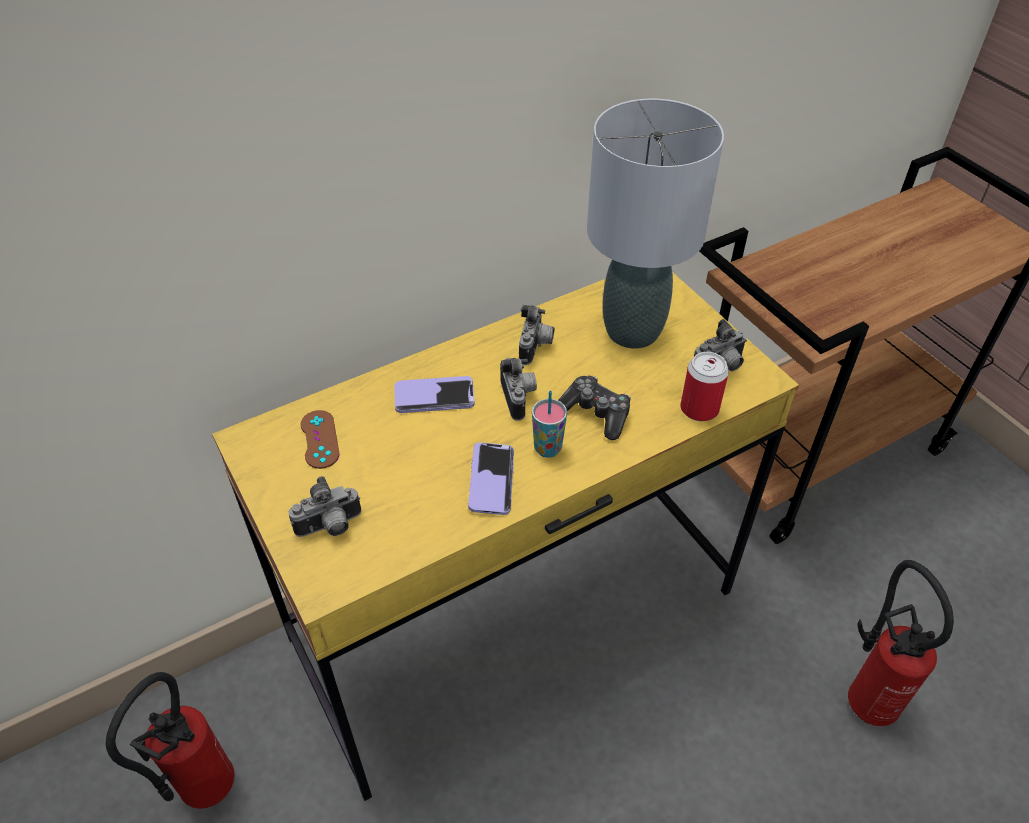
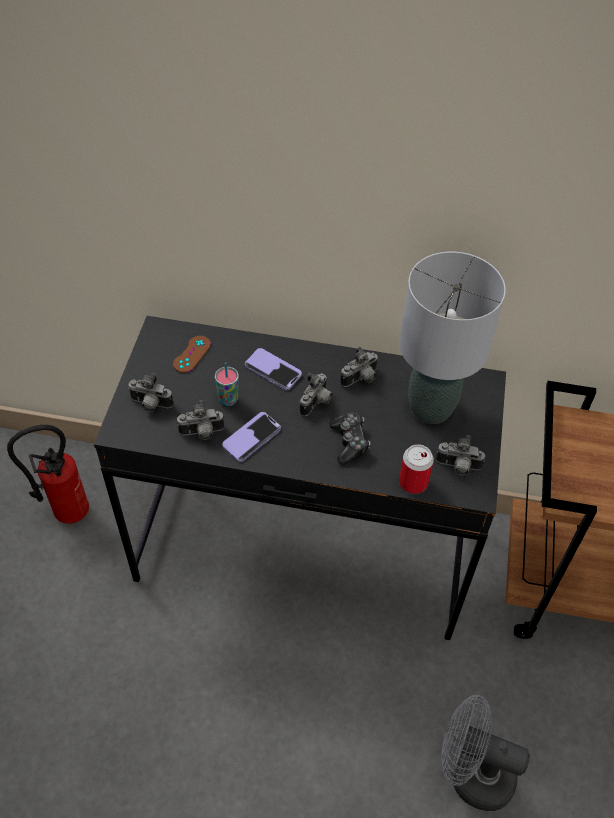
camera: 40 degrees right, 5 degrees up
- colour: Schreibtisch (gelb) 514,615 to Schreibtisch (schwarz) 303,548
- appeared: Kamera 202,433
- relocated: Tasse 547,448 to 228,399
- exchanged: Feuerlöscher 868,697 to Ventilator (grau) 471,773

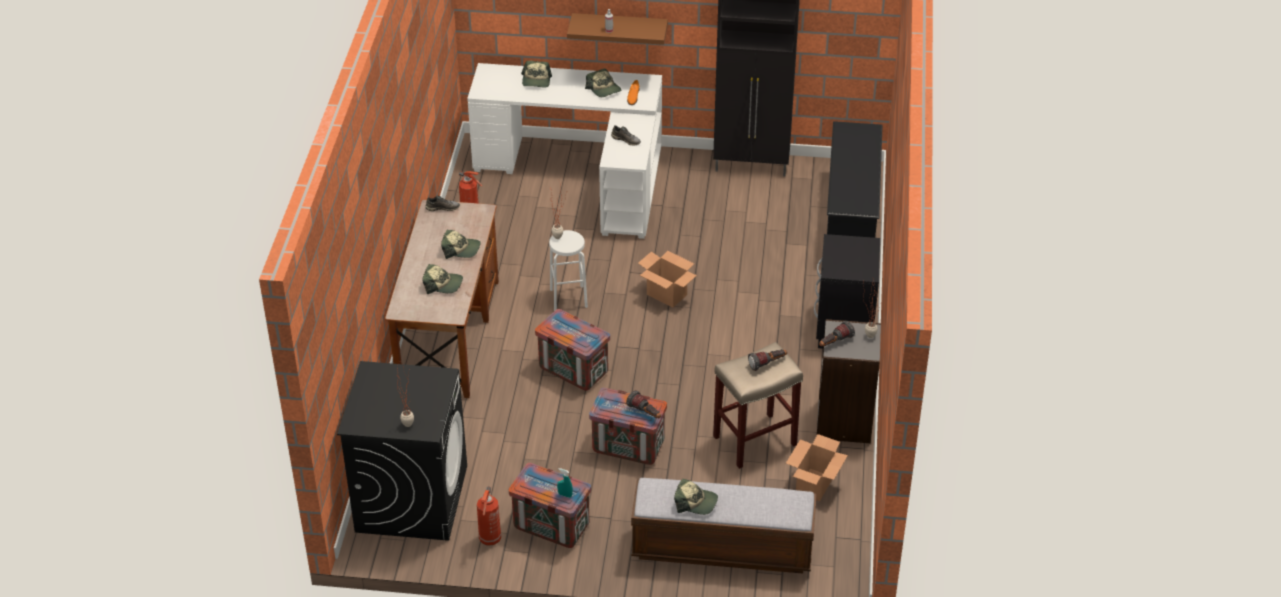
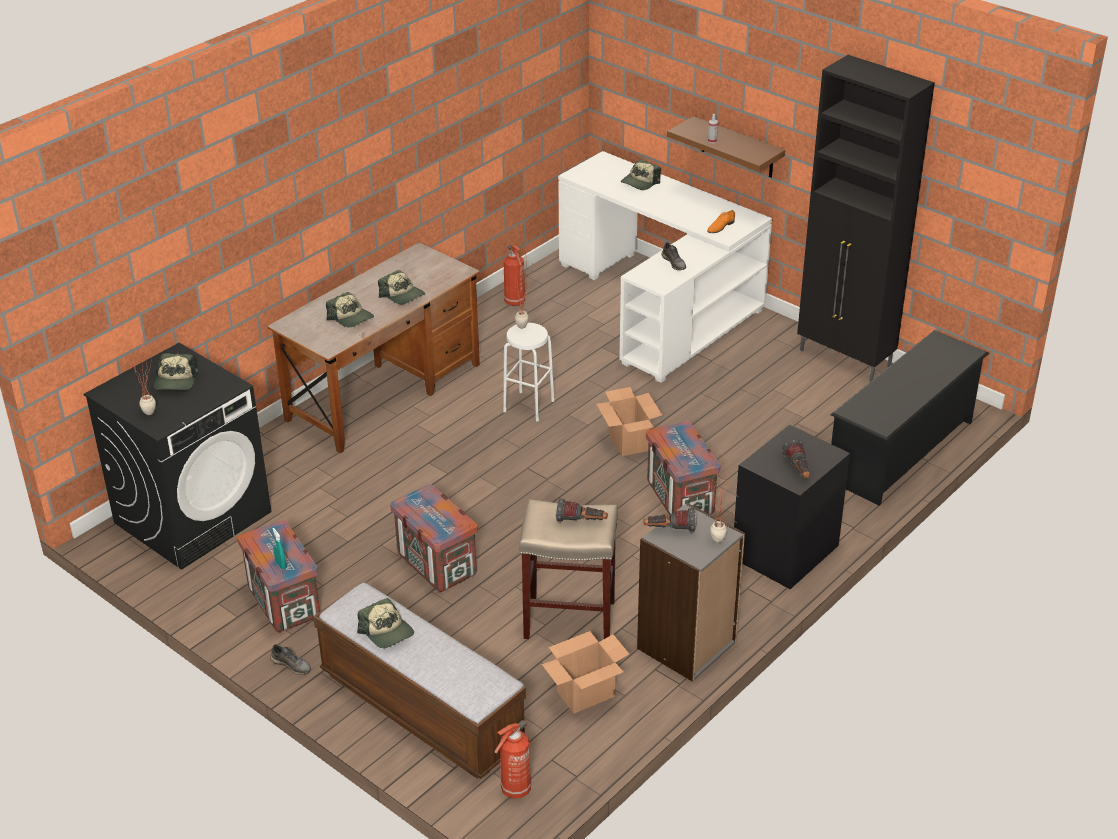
camera: 35 degrees right, 5 degrees down
- relocated: Kappe 604,89 to 175,381
- relocated: Schuh (grau) 443,208 to 291,665
- relocated: Feuerlöscher 490,540 to 514,790
- relocated: Kiste 573,370 to 679,497
- relocated: Taschenlampe 645,413 to 798,470

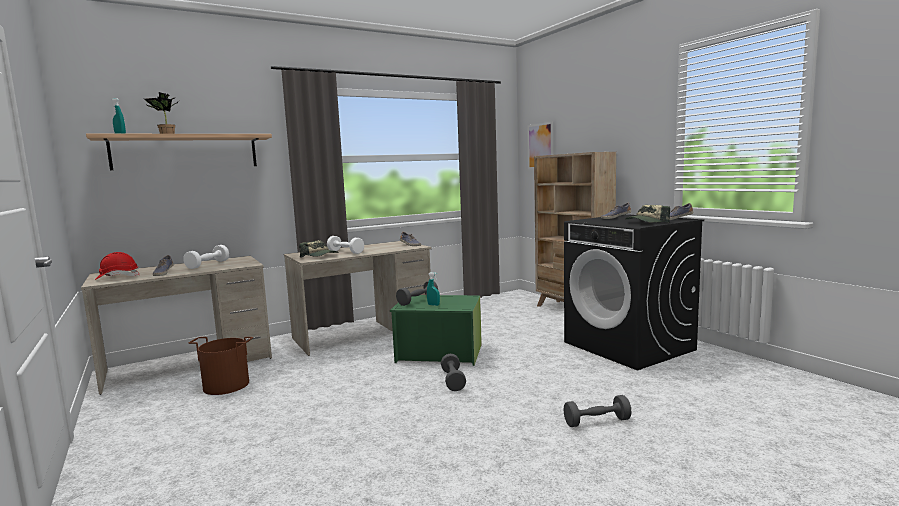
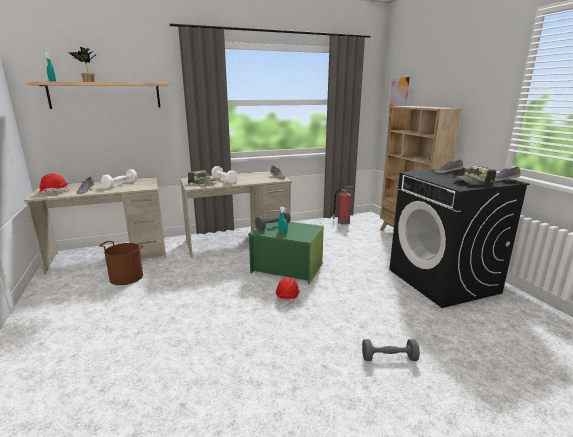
camera: 10 degrees right, 10 degrees up
- exchanged: Hantel (grau) 453,380 to Schutzhelm (rot) 287,296
- appeared: Feuerlöscher 343,222

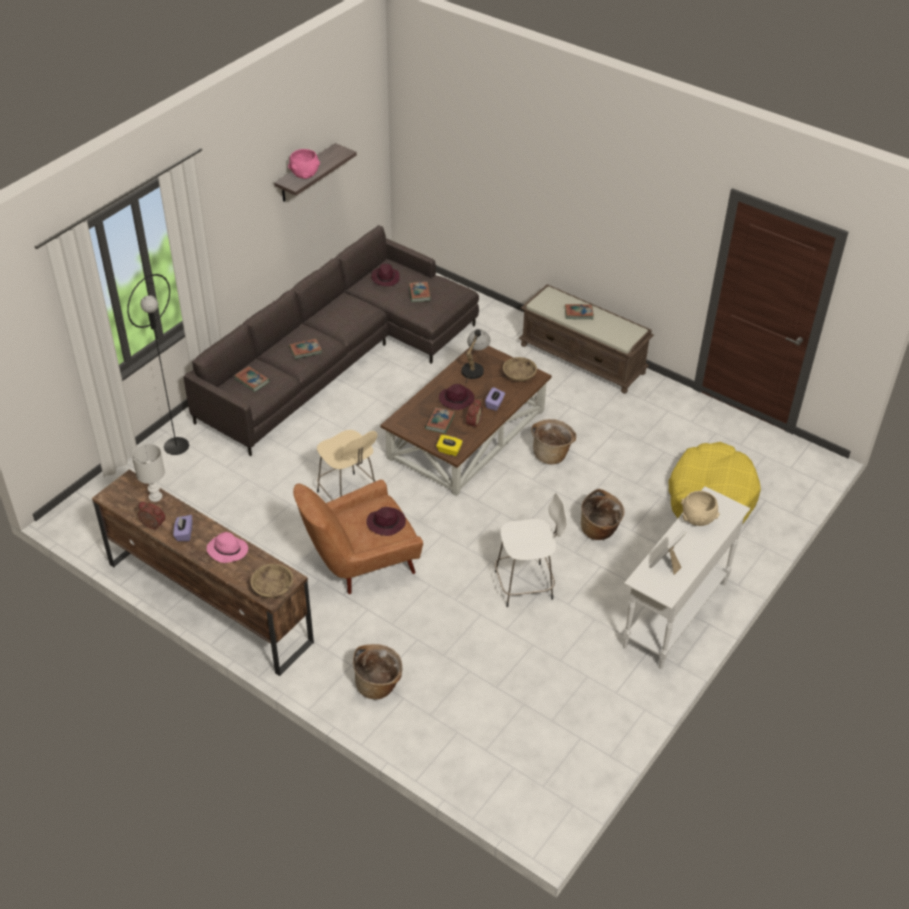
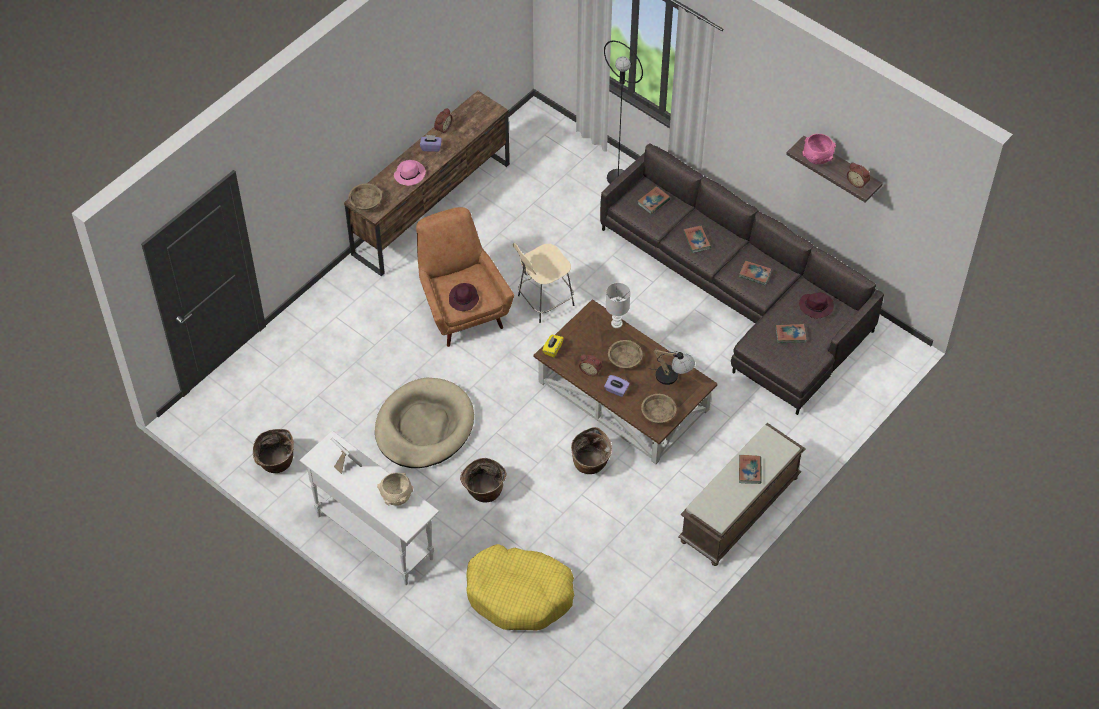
camera: 95 degrees right, 10 degrees up
- relocated: Korb 378,685 to 276,463
- exchanged: Hocker (weiß) 526,585 to Hundebett (beige) 424,426
- relocated: Tischlampe (weiß) 155,497 to 616,323
- exchanged: Hut (lila) 457,399 to Schüssel (beige) 625,360
- relocated: Buch 440,422 to 755,274
- appeared: Wecker 857,182

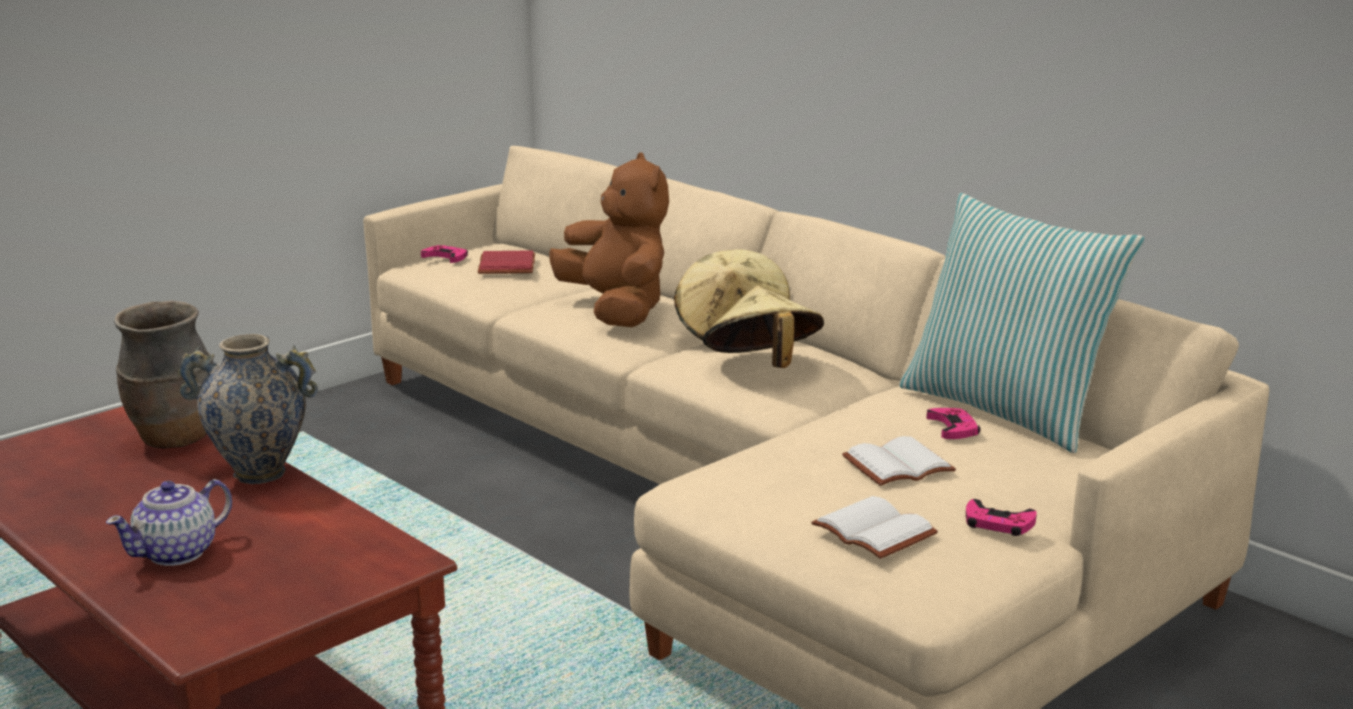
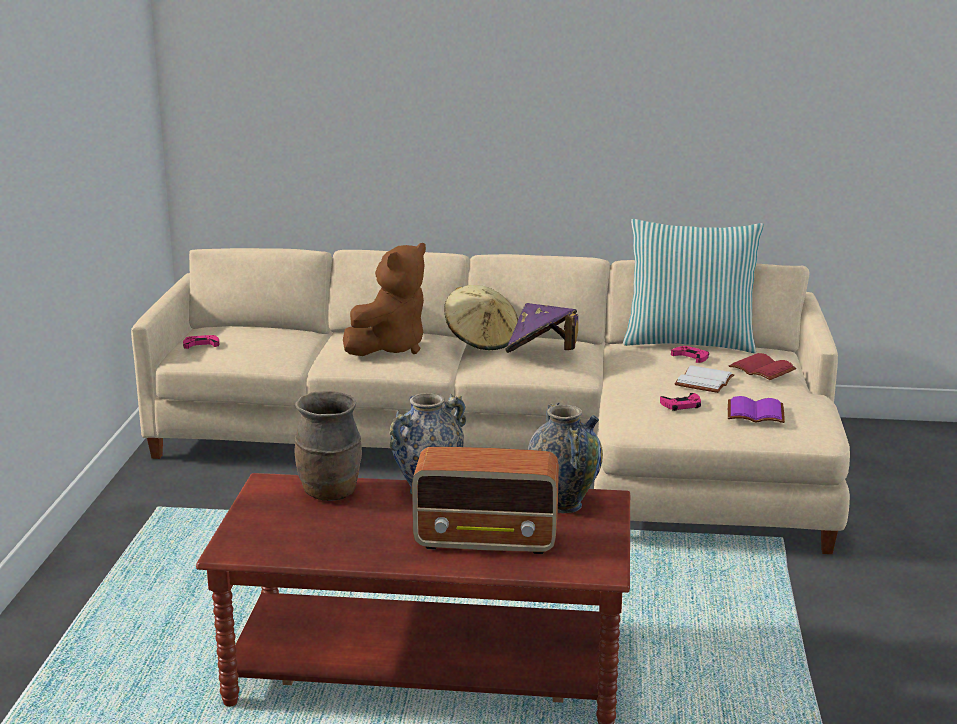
camera: 40 degrees left, 0 degrees up
- spun: Plüschtier (braun) 616,310 = 390,347 105 degrees clockwise
- exchanged: Teekanne 178,553 to Radio 488,541
- colour: Hut (beige) 762,367 to Hut (lila) 541,355
- appeared: Vase 563,504
- relocated: Gamepad (rosa) 998,524 to 681,405
- colour: Buch (weiß) 870,531 to Buch (lila) 754,414
- relocated: Buch (rot) 505,265 to 760,369

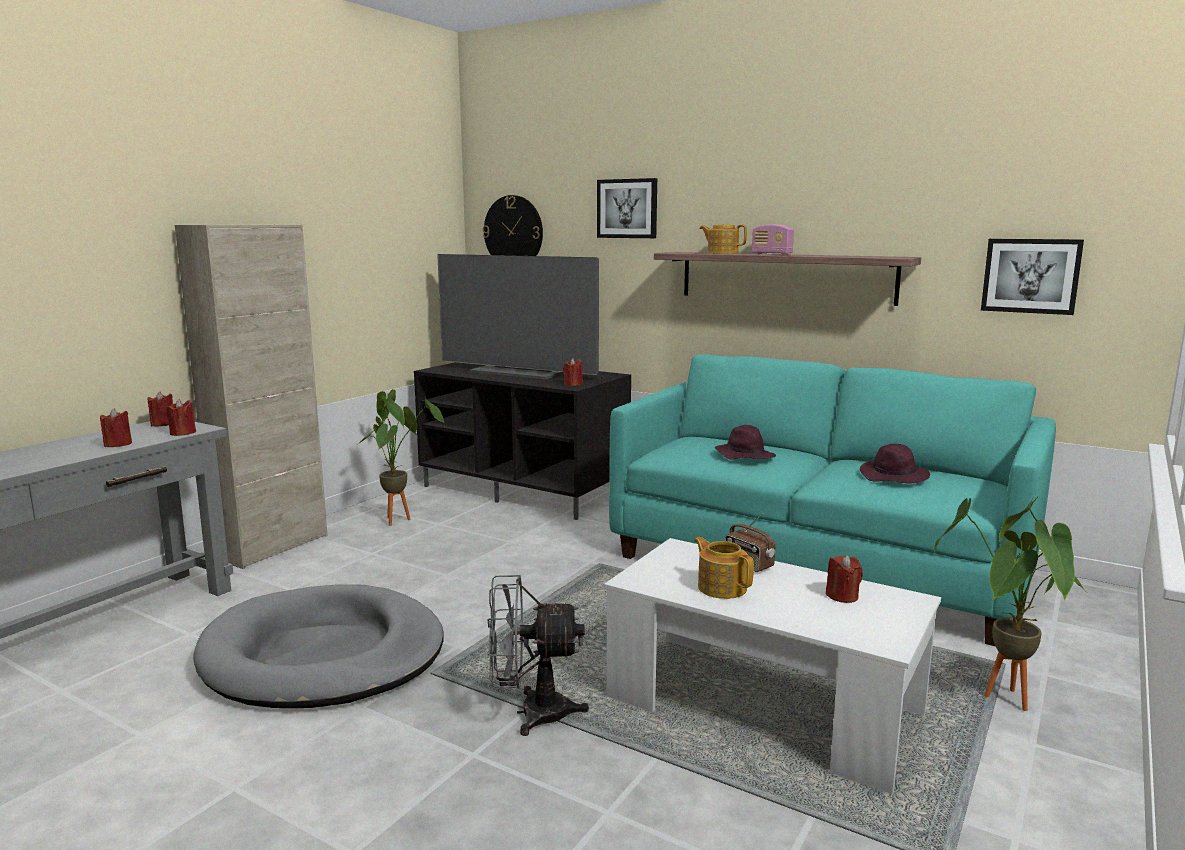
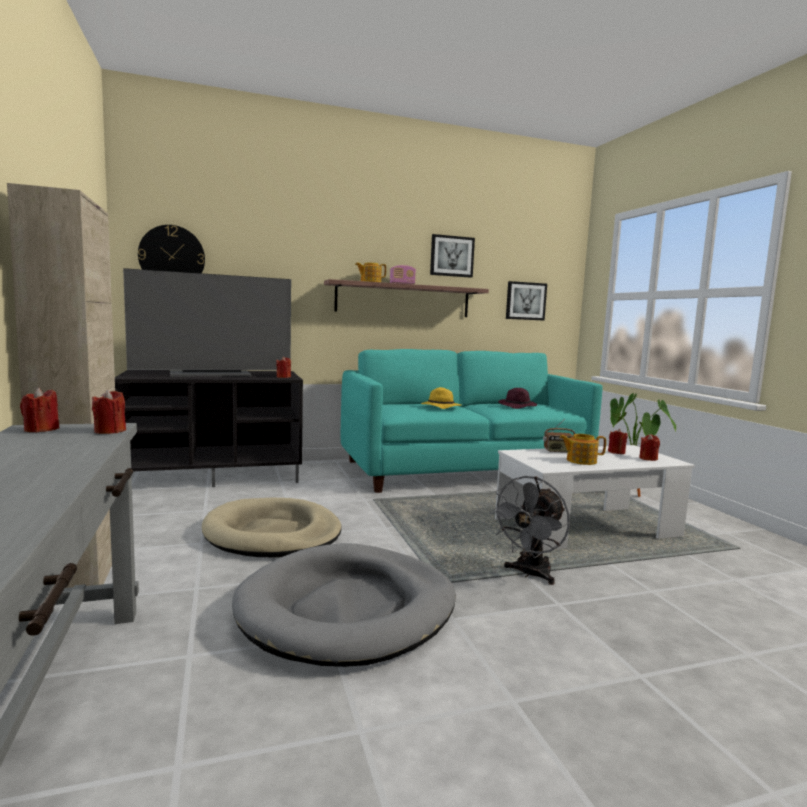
camera: 50 degrees left, 5 degrees down
- appeared: Hundebett (beige) 272,534
- colour: Hut (lila) 744,456 to Hut (gelb) 440,407
- relocated: Bild 627,208 to 451,256
- relocated: Kerze (rot) 118,444 to 648,458
- missing: Topfpflanze 400,519

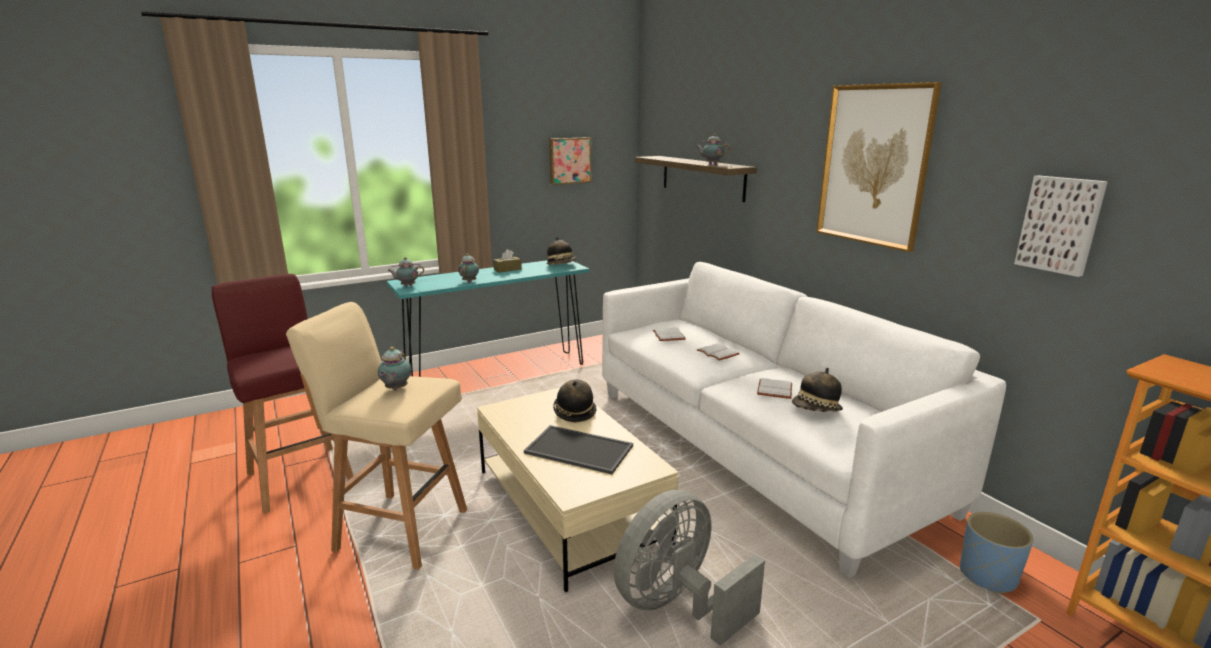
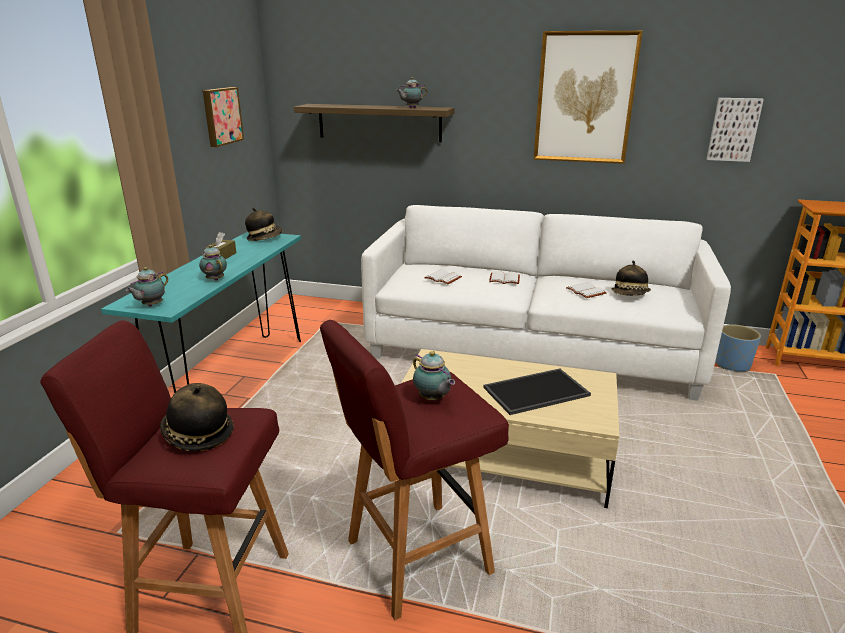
camera: 45 degrees left, 5 degrees up
- relocated: Hut 574,412 to 197,434
- colour: Hocker (beige) 399,528 to Hocker (rot) 415,557
- missing: Ventilator (grau) 677,605

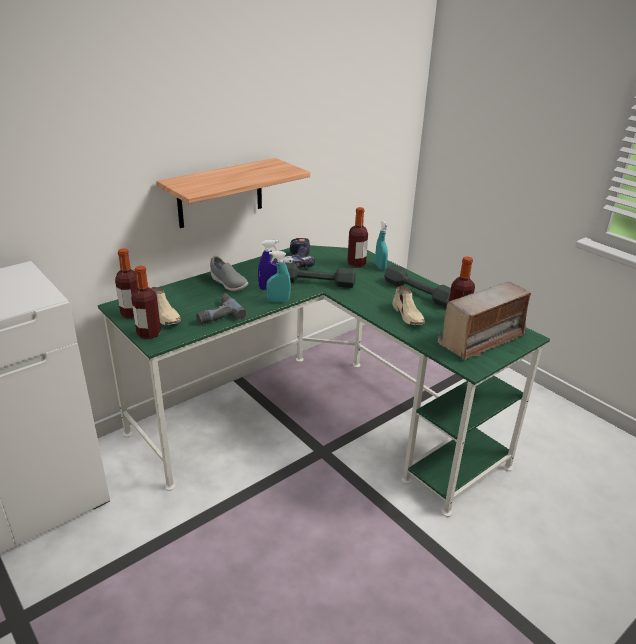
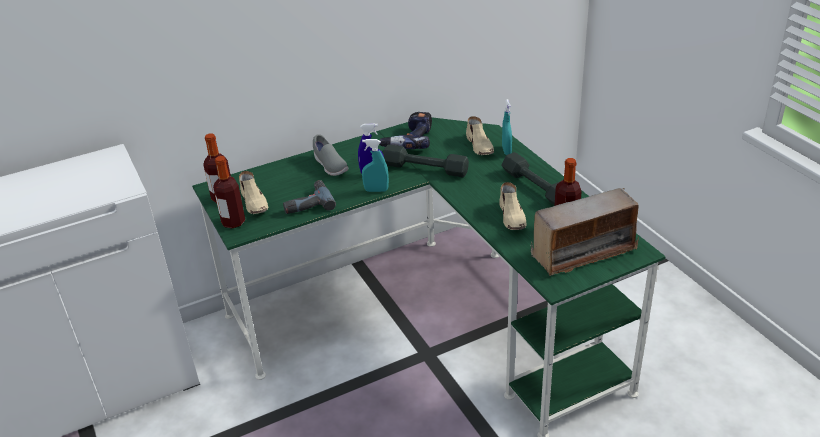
camera: 15 degrees right, 5 degrees up
- exchanged: Flasche 356,264 to Schuh (beige) 480,146
- missing: Wandregal 220,193

